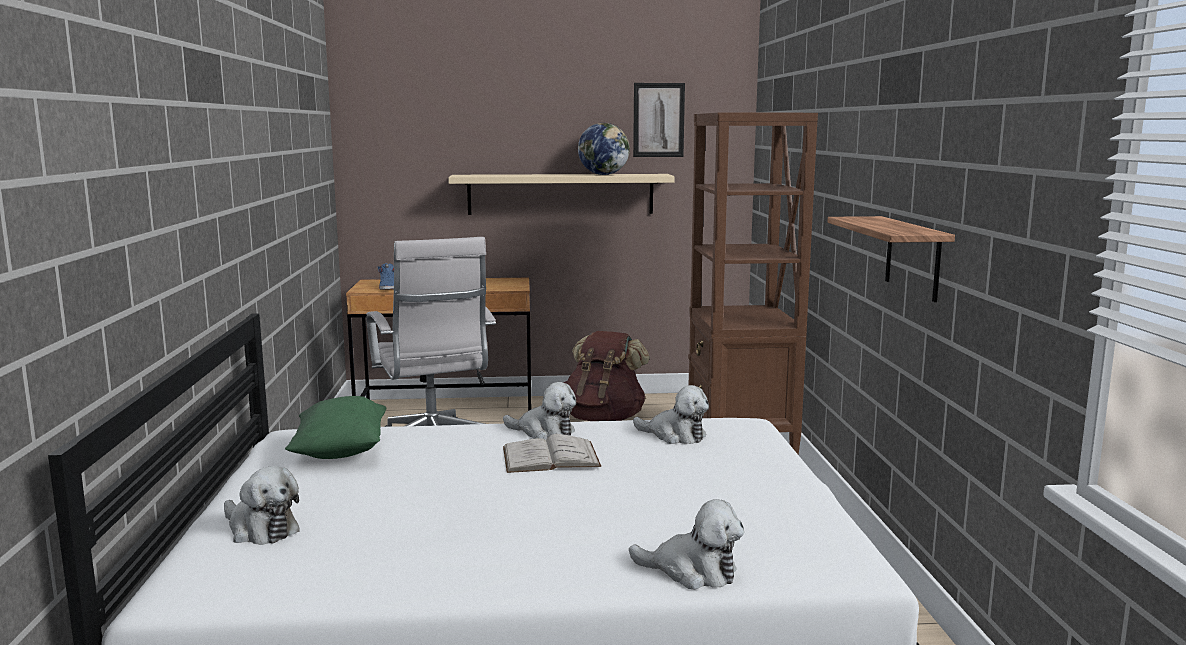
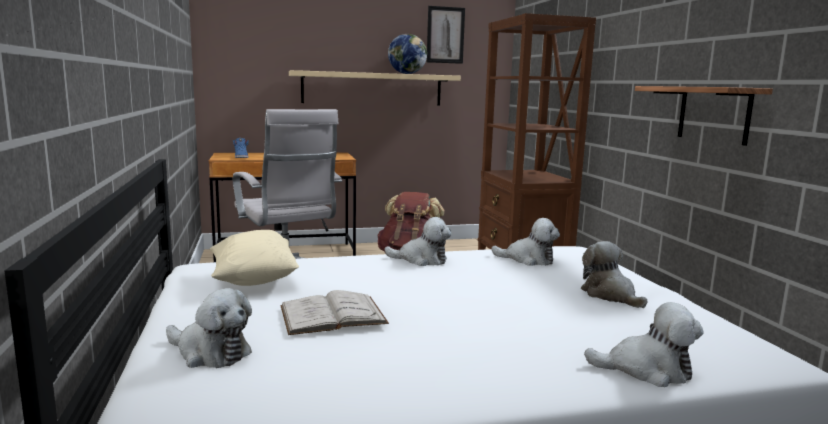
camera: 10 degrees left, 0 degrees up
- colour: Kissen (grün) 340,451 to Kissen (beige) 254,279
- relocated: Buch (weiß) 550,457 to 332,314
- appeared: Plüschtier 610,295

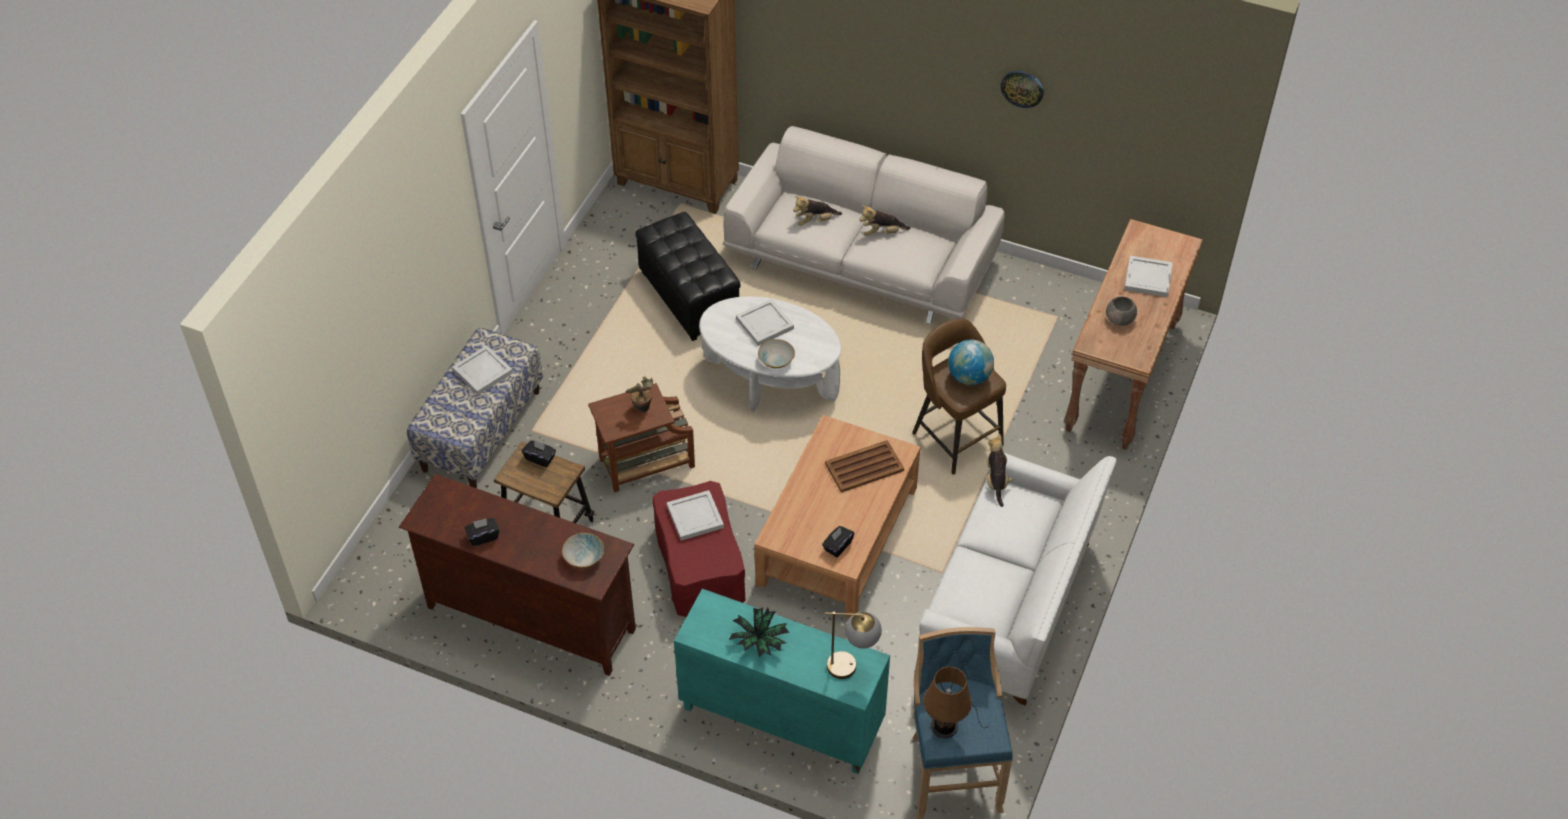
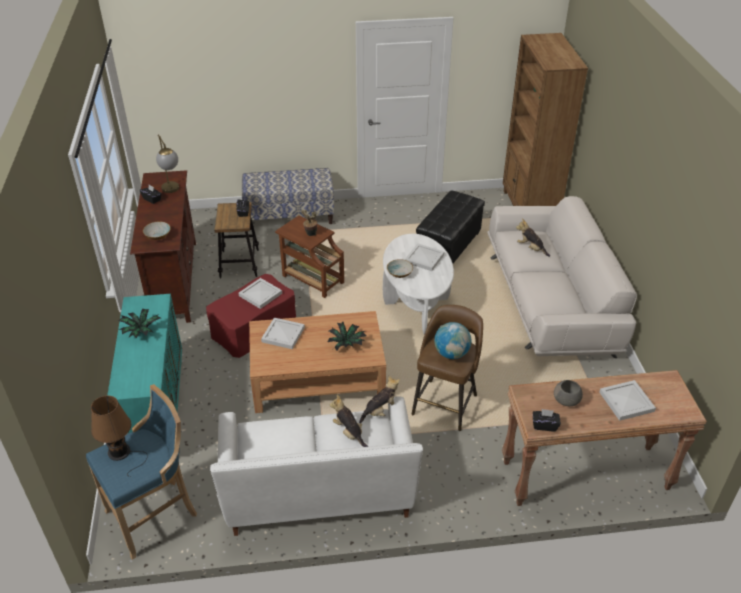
camera: 60 degrees right, 10 degrees down
- relocated: Tischlampe 852,666 to 172,191
- relocated: Tablett (weiß) 482,371 to 284,334
- exchanged: Tablett (braun) 863,467 to Topfpflanze 346,344
- relocated: Plüschtier 882,233 to 349,432
- relocated: Taschentuchbox (schwarz) 837,546 to 544,425
- missing: Wanduhr 1022,88

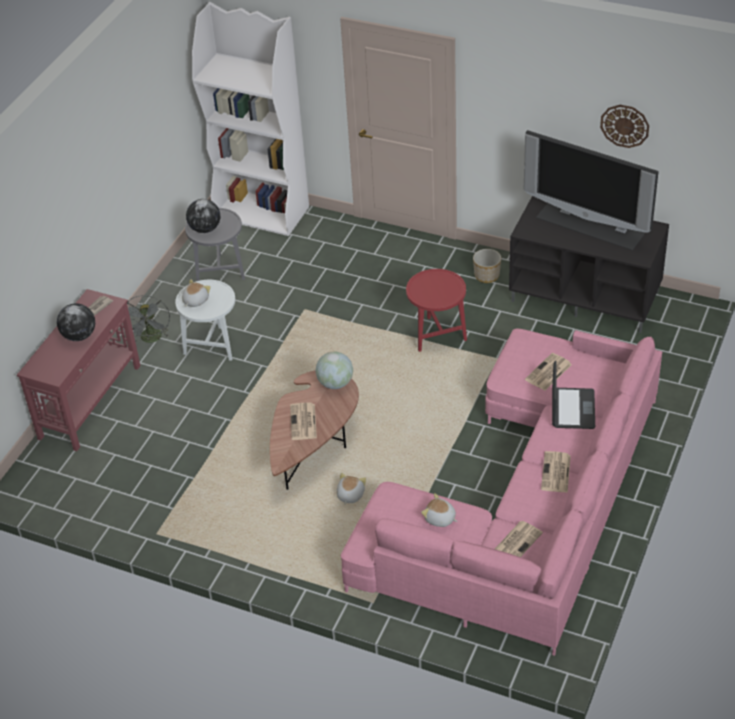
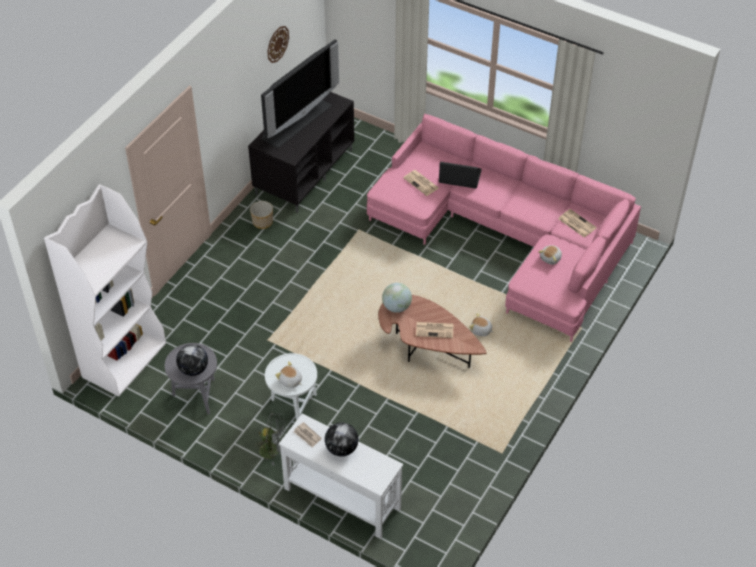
camera: 85 degrees left, 5 degrees up
- colour: Konsolentisch (rot) 91,401 to Konsolentisch (weiß) 342,498
- missing: Beistelltisch (rot) 437,334
- missing: Zeitung 556,473

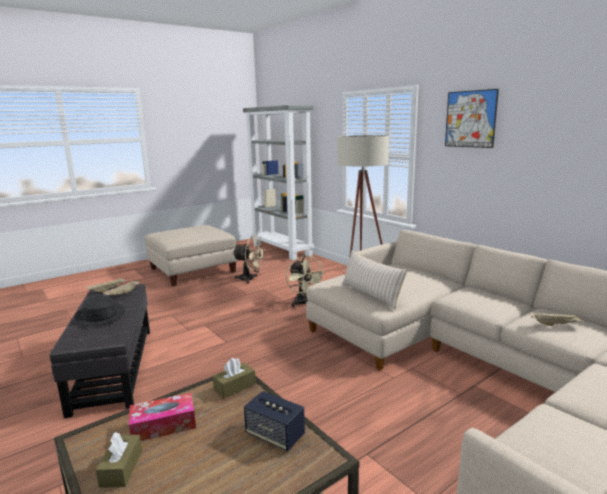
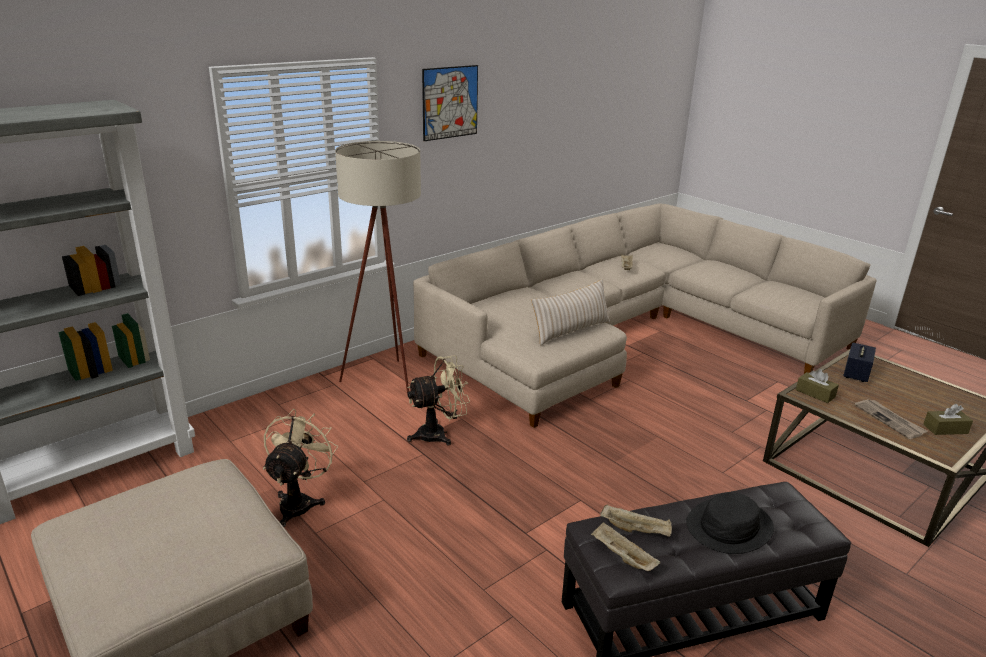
camera: 95 degrees left, 10 degrees up
- exchanged: Taschentuchbox 163,425 to Zeitung 890,420

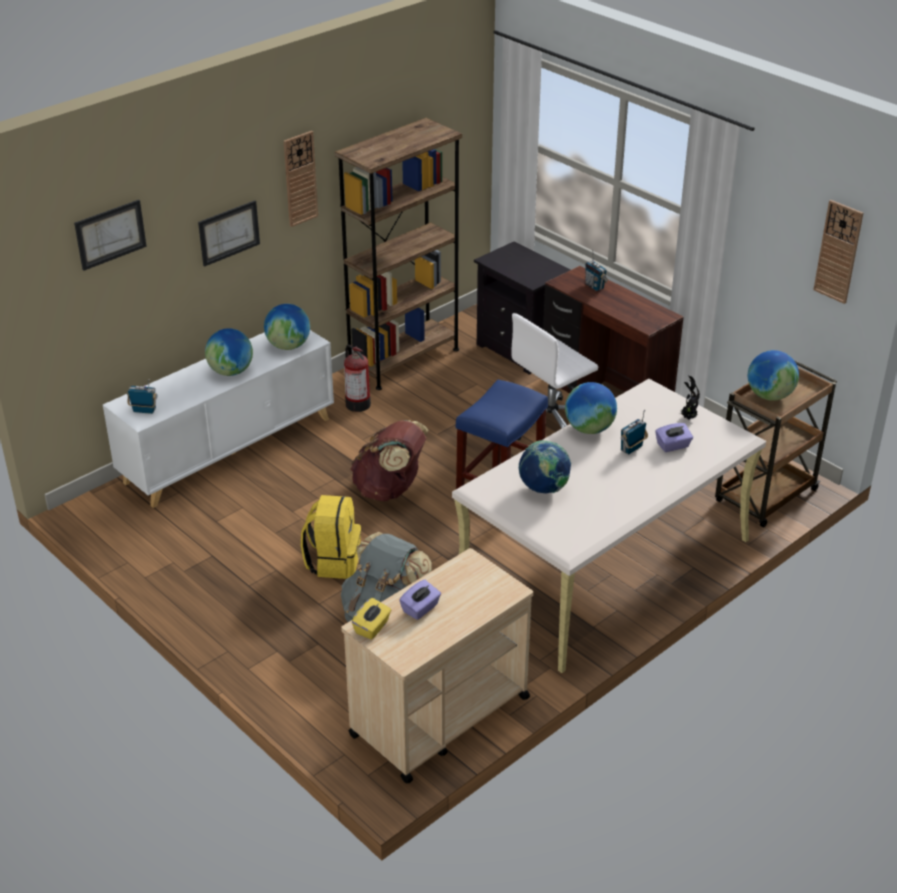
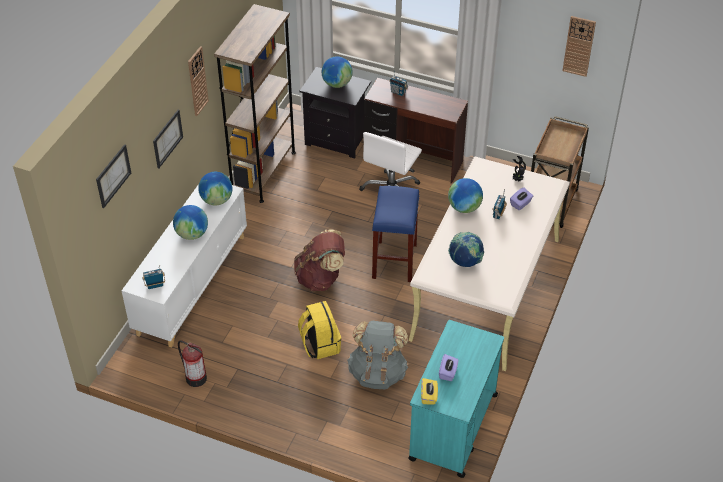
camera: 25 degrees left, 10 degrees up
- relocated: Feuerlöscher 357,403 to 195,378
- relocated: Globus 769,395 to 337,84
- colour: Rollwagen (beige) 438,717 to Rollwagen (türkis) 453,427

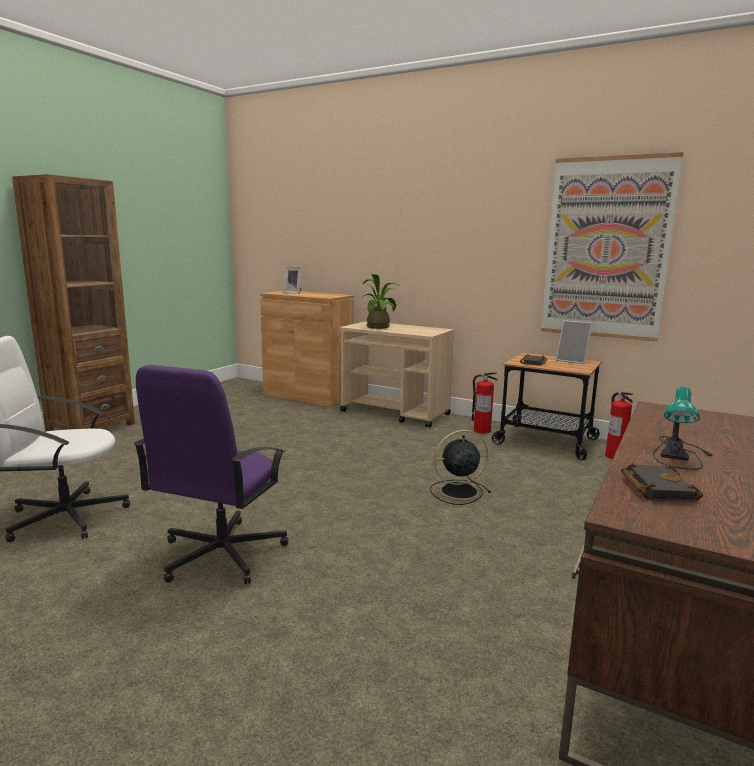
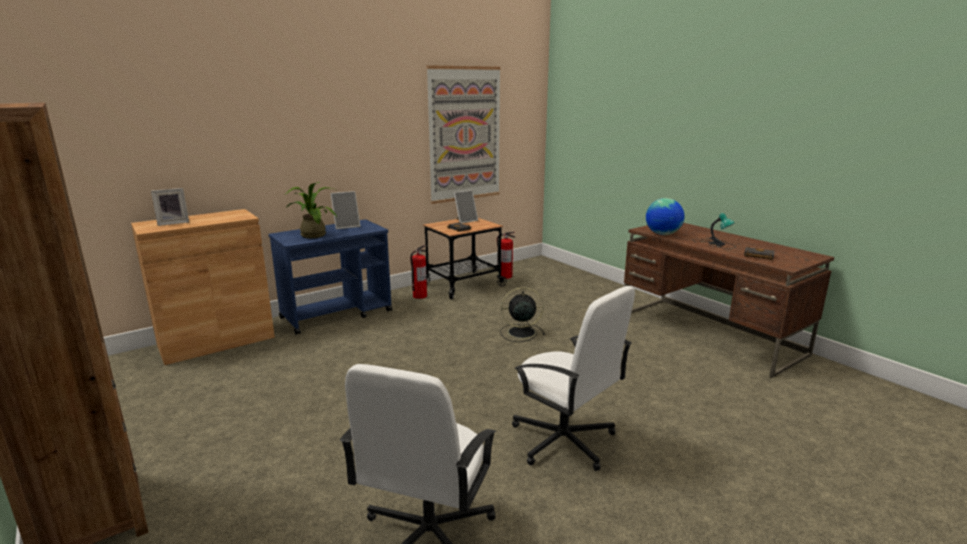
camera: 65 degrees left, 5 degrees up
- colour: Rollwagen (beige) 395,413 to Rollwagen (blau) 337,314
- appeared: Bilderrahmen 346,226
- spun: Ventilator (schwarz) 457,491 = 520,332 75 degrees clockwise
- colour: Bürostuhl (lila) 220,554 to Bürostuhl (weiß) 564,441
- appeared: Globus 663,234

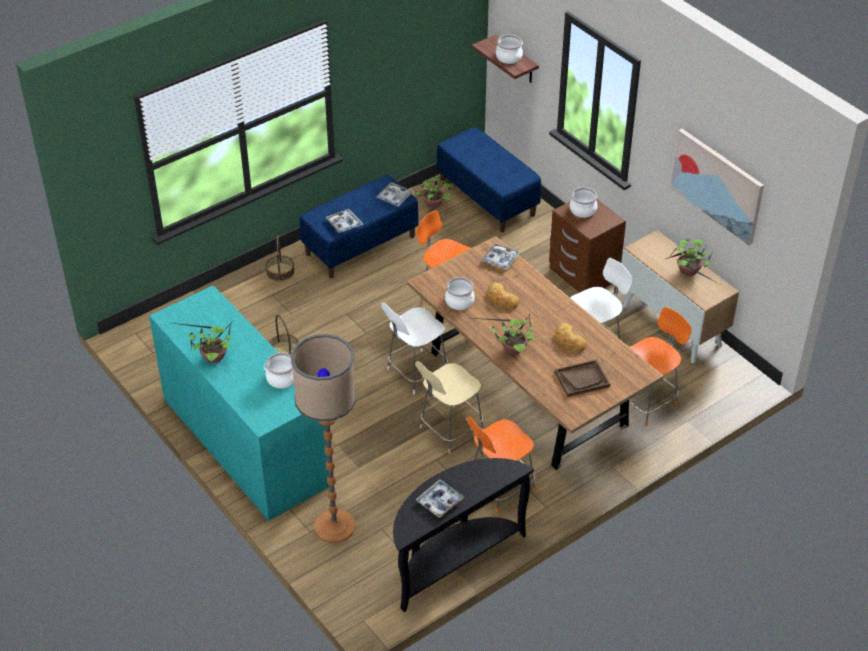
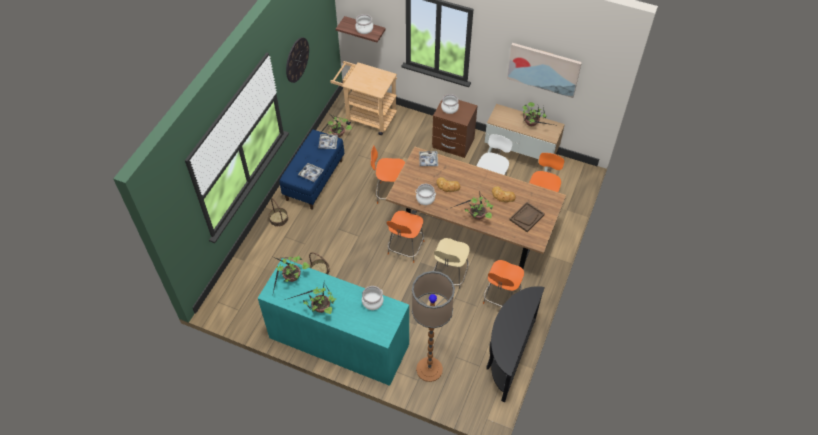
camera: 30 degrees left, 10 degrees up
- appeared: Topfpflanze 291,278
- appeared: Wanduhr 297,60
- exchanged: Bank (blau) 488,198 to Rollwagen (beige) 366,117
- colour: Stuhl (weiß) 415,373 to Stuhl (orange) 405,249
- missing: Tablett 439,501

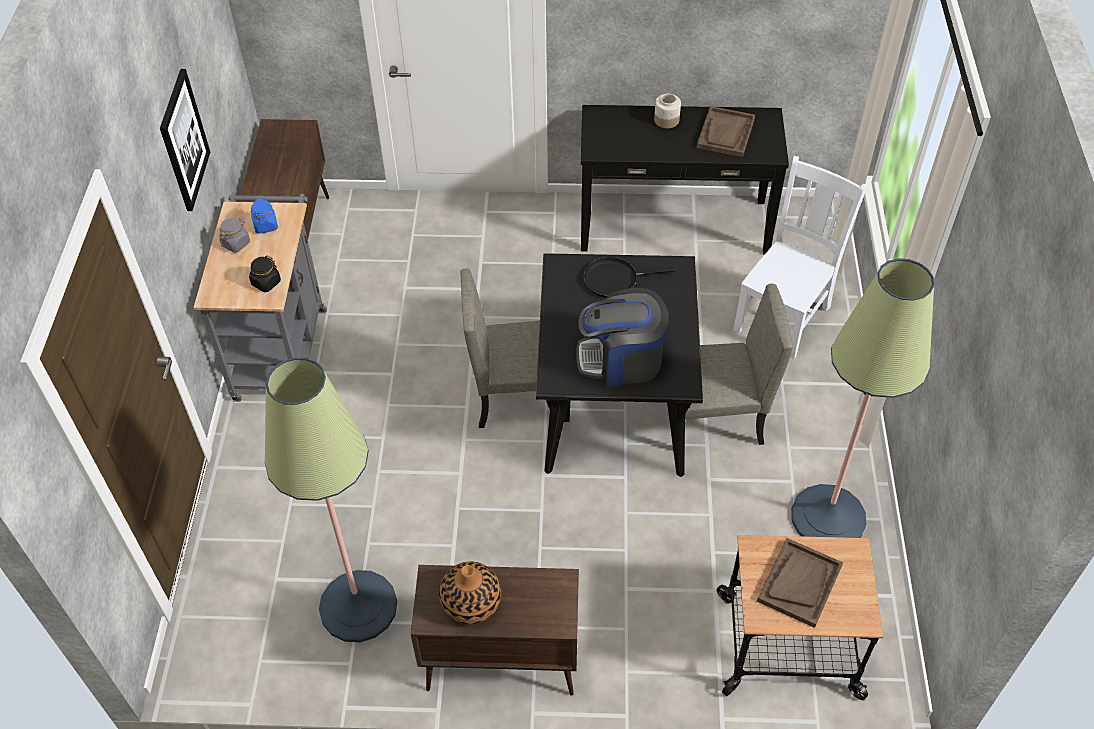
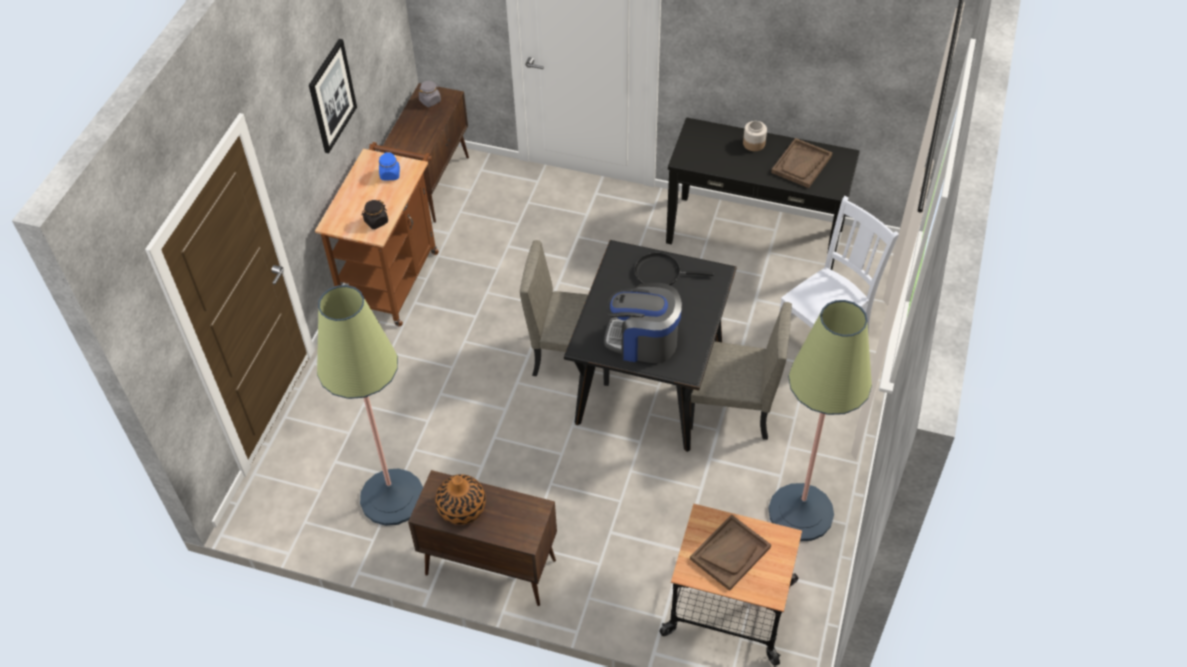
camera: 15 degrees right, 0 degrees up
- colour: Rollwagen (grau) 281,347 to Rollwagen (braun) 393,276
- relocated: Vorratsglas (grau) 236,243 to 430,101

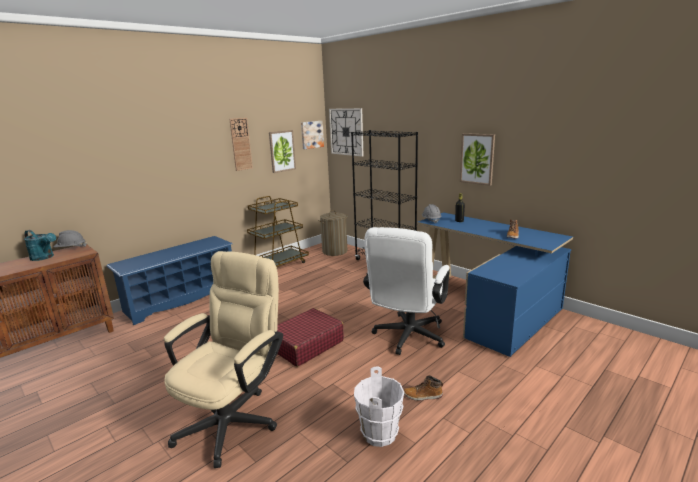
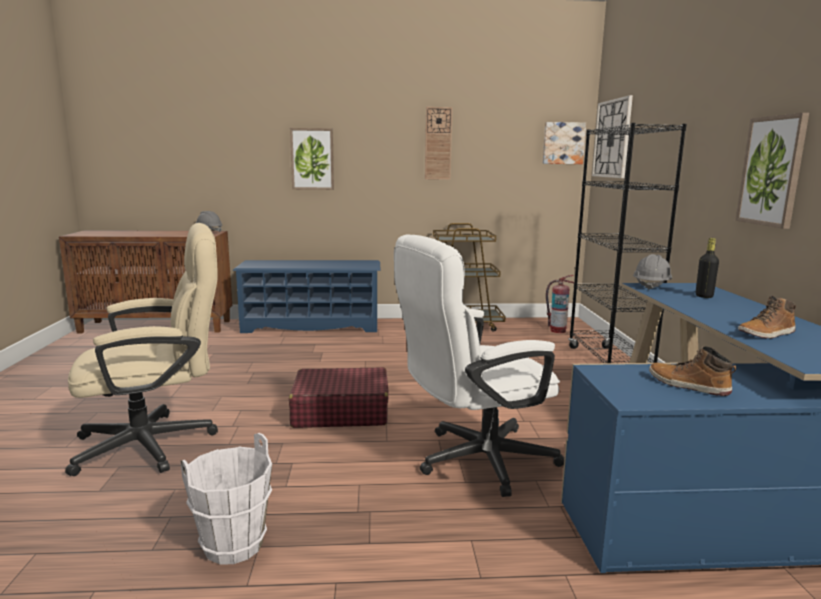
camera: 40 degrees right, 5 degrees down
- relocated: Bild 282,151 to 312,159
- exchanged: Wäschekorb 335,251 to Feuerlöscher 557,330
- relocated: Stiefel 423,396 to 687,385
- missing: Gießkanne (türkis) 44,257

